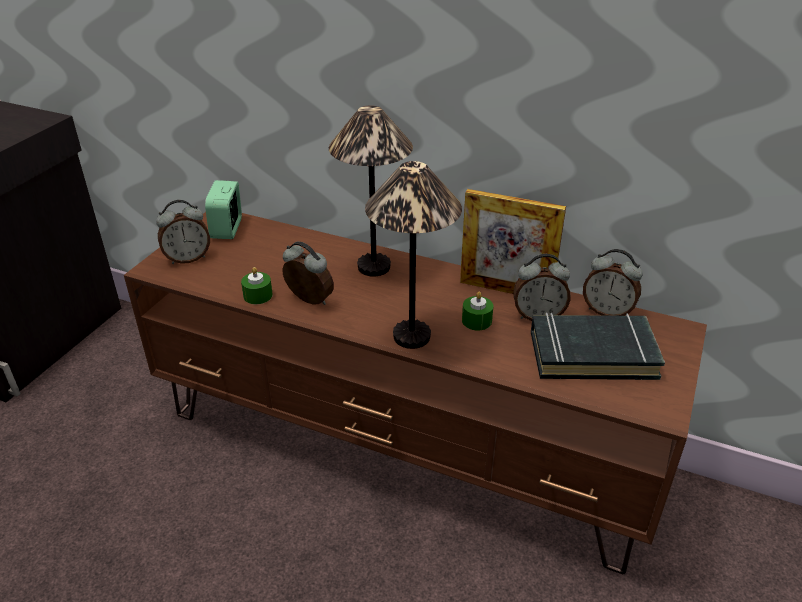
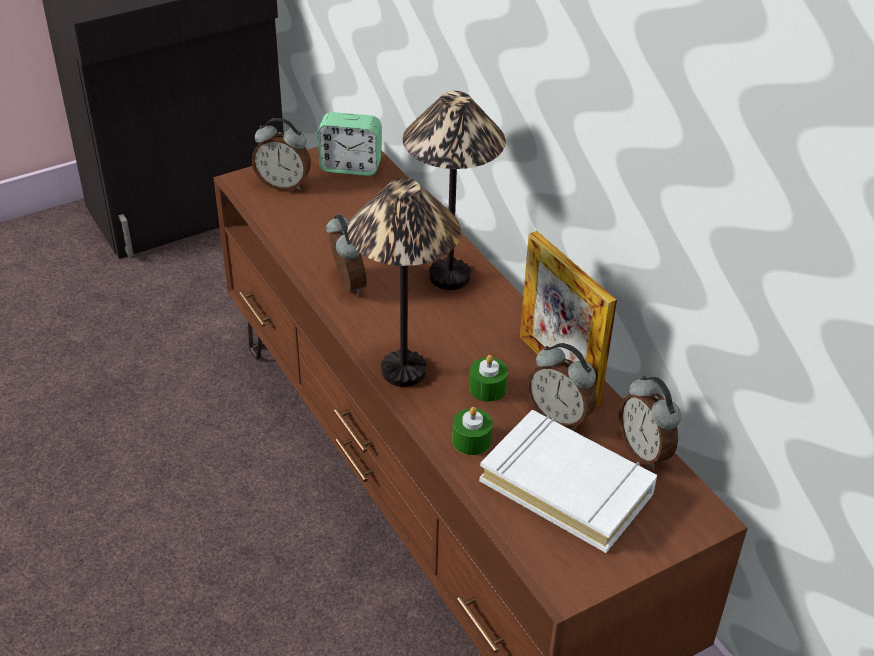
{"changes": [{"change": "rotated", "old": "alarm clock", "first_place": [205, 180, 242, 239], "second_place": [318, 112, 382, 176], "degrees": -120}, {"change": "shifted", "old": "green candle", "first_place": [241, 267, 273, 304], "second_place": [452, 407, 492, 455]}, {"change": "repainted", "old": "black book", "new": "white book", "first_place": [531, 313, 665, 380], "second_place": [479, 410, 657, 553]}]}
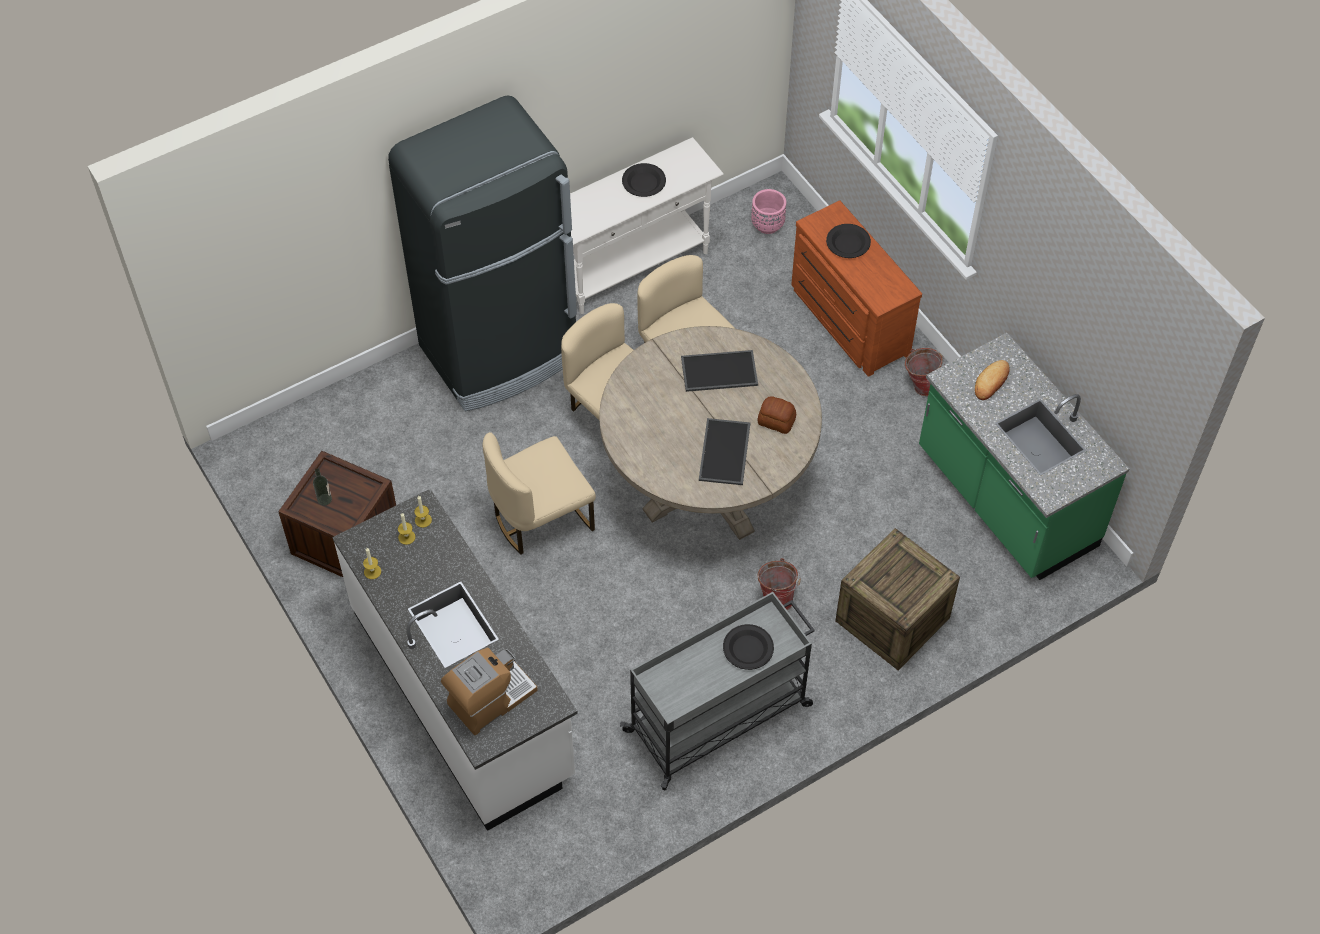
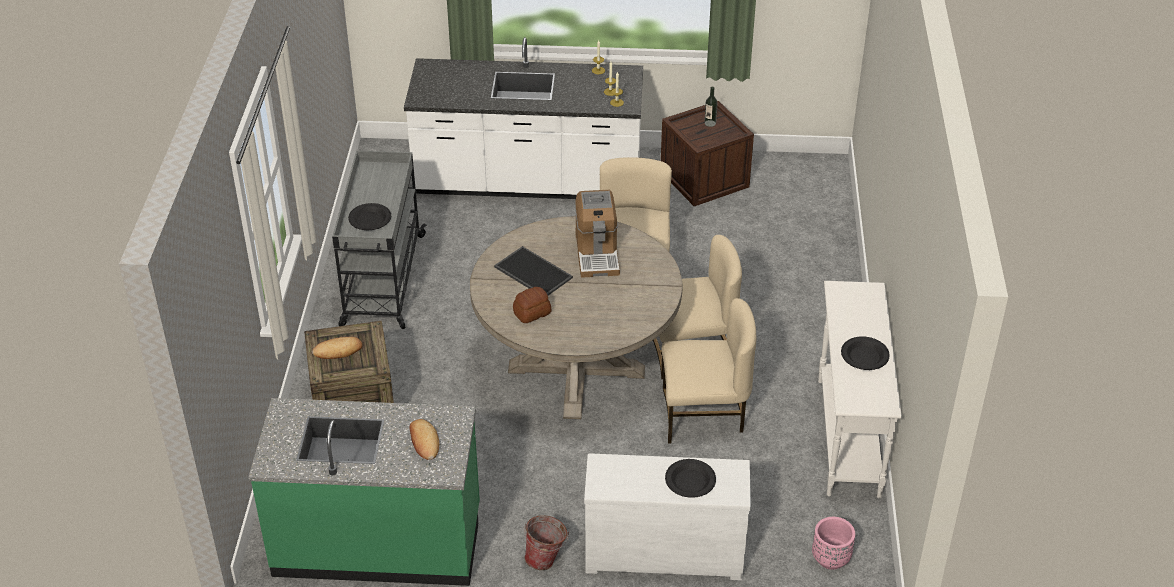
{"changes": [{"change": "gone", "old": "black fridge", "first_place": [388, 95, 577, 411]}, {"change": "shifted", "old": "coffee machine", "first_place": [441, 647, 538, 735], "second_place": [575, 190, 620, 278]}, {"change": "gone", "old": "tray", "first_place": [681, 350, 758, 392]}, {"change": "gone", "old": "bucket", "first_place": [757, 558, 801, 610]}, {"change": "repainted", "old": "brown dresser", "new": "white dresser", "first_place": [791, 200, 922, 377], "second_place": [584, 453, 751, 580]}, {"change": "new", "new": "bread", "second_place": [312, 337, 362, 359]}]}
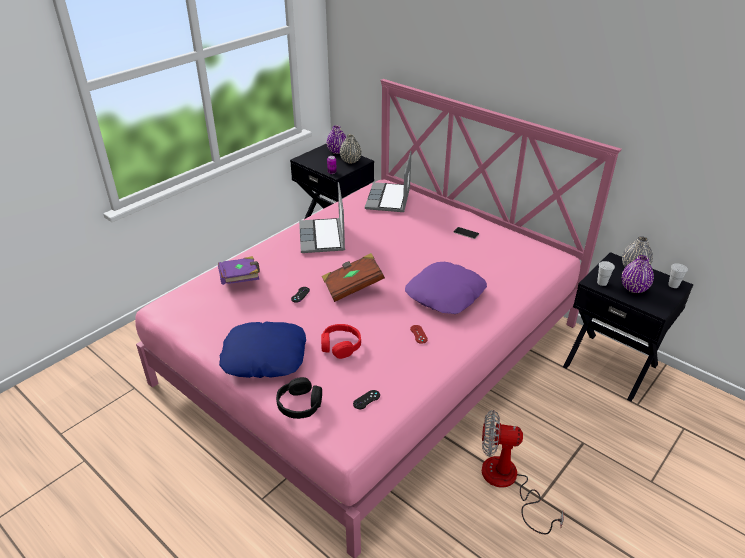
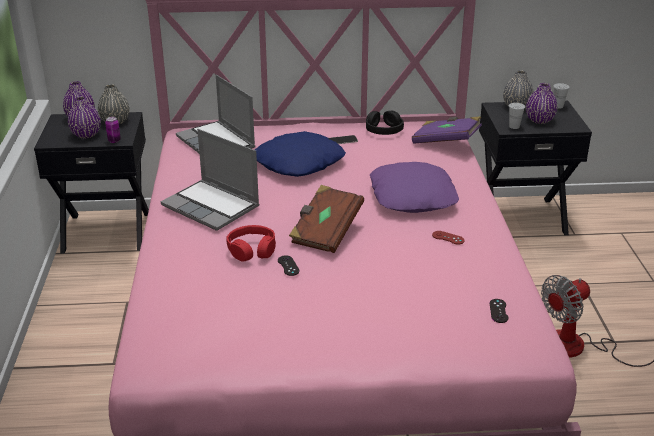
{"changes": [{"change": "shifted", "old": "purple book", "first_place": [218, 256, 260, 285], "second_place": [412, 116, 482, 144]}, {"change": "shifted", "old": "blue pillow", "first_place": [219, 322, 306, 378], "second_place": [255, 131, 346, 177]}, {"change": "shifted", "old": "black headphones", "first_place": [276, 377, 322, 419], "second_place": [366, 111, 404, 135]}, {"change": "shifted", "old": "red headphones", "first_place": [321, 324, 361, 359], "second_place": [226, 225, 276, 262]}, {"change": "new", "new": "purple vase", "second_place": [68, 96, 101, 138]}]}
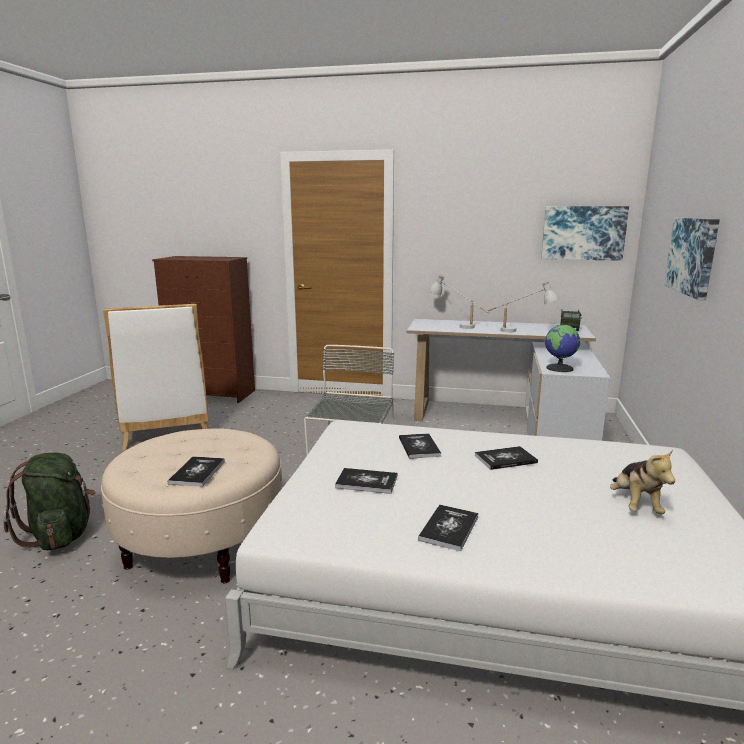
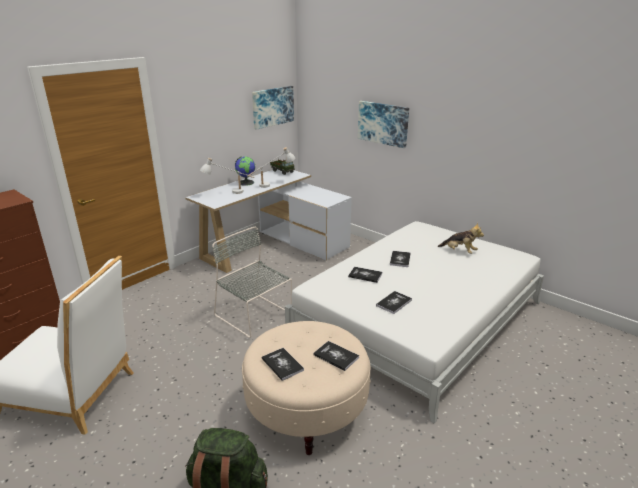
{"changes": [{"change": "shifted", "old": "book", "first_place": [418, 505, 478, 551], "second_place": [262, 348, 304, 381]}, {"change": "shifted", "old": "globe", "first_place": [545, 324, 581, 372], "second_place": [235, 156, 255, 186]}]}
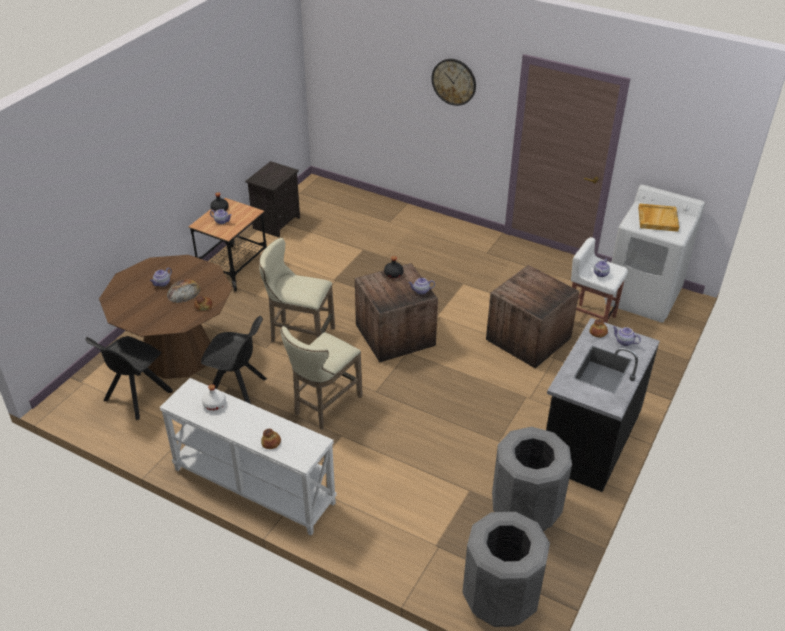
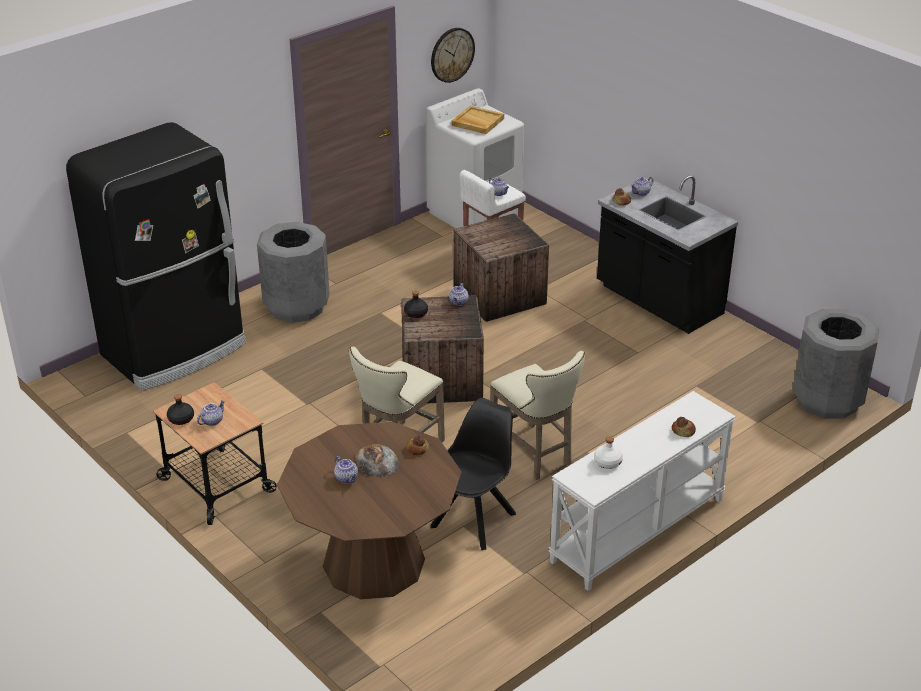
{"changes": [{"change": "gone", "old": "black chair", "first_place": [85, 336, 173, 420]}, {"change": "gone", "old": "black nightstand", "first_place": [245, 161, 300, 237]}, {"change": "shifted", "old": "wall clock", "first_place": [432, 59, 476, 106], "second_place": [431, 28, 475, 83]}, {"change": "shifted", "old": "grey trash can", "first_place": [492, 427, 572, 531], "second_place": [257, 222, 330, 323]}, {"change": "new", "new": "black fridge", "second_place": [66, 122, 246, 391]}]}
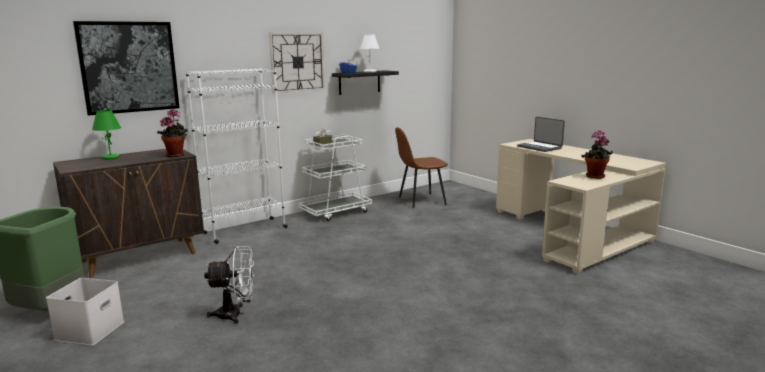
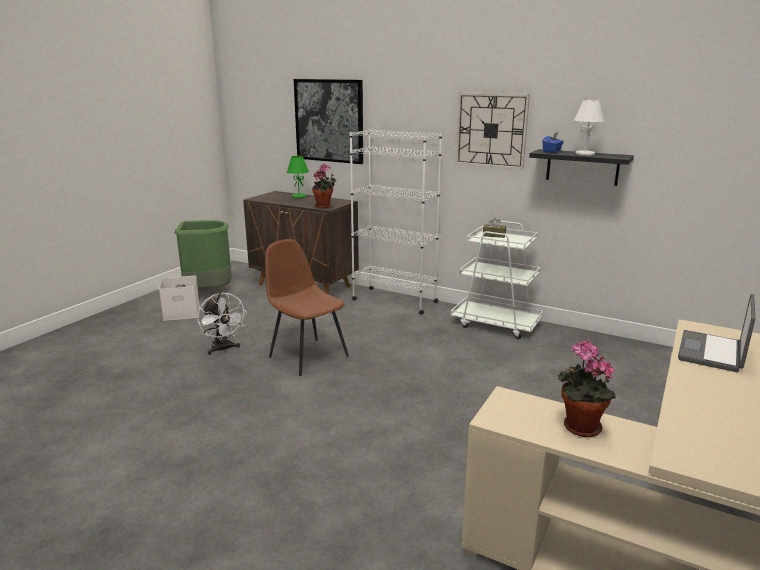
{"changes": [{"change": "shifted", "old": "brown chair", "first_place": [395, 127, 448, 208], "second_place": [265, 239, 349, 376]}]}
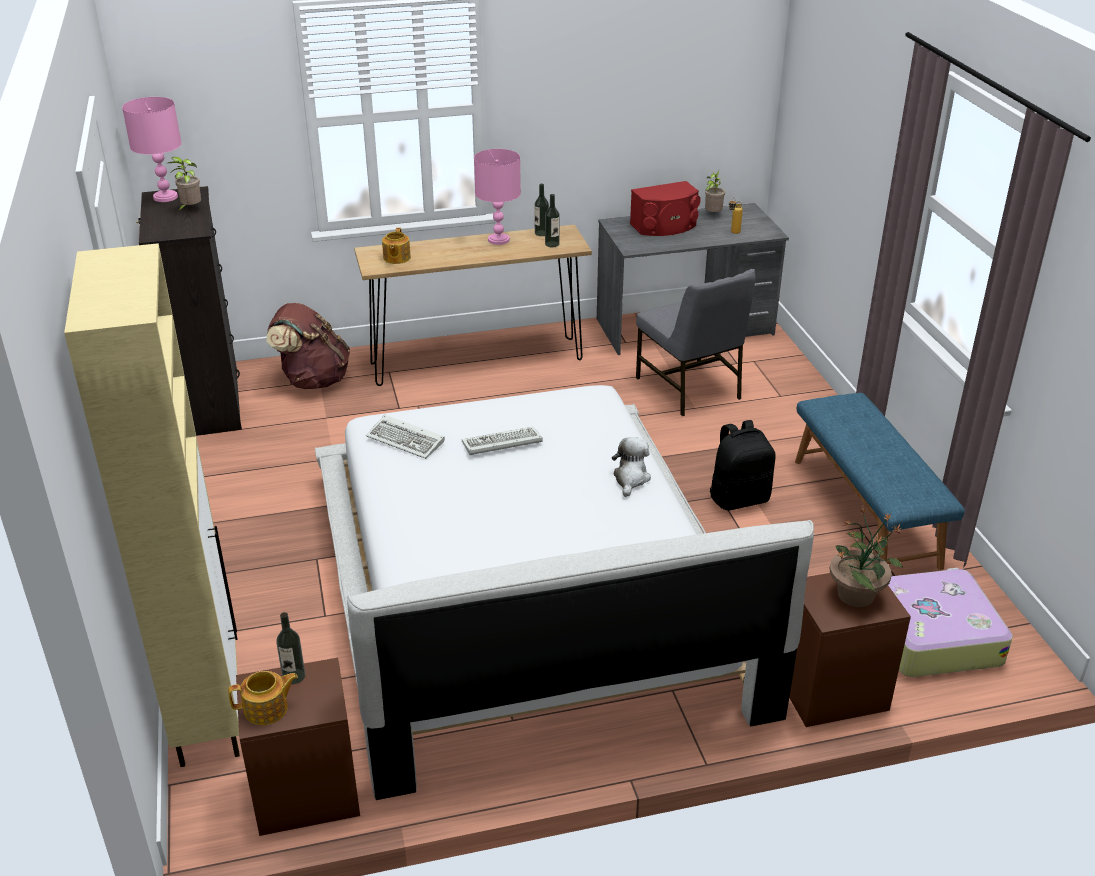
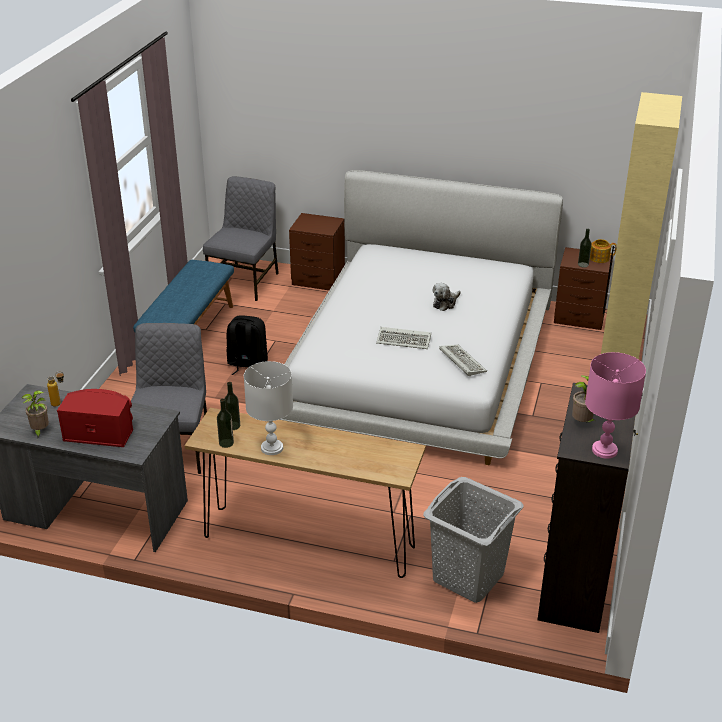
{"changes": [{"change": "swapped", "old": "brown backpack", "new": "grey laundry basket", "first_place": [267, 303, 350, 389], "second_place": [423, 477, 524, 603]}, {"change": "gone", "old": "teapot", "first_place": [382, 228, 411, 264]}, {"change": "repainted", "old": "pink table lamp", "new": "white table lamp", "first_place": [474, 149, 521, 245], "second_place": [244, 361, 293, 455]}, {"change": "shifted", "old": "plush toy", "first_place": [612, 437, 651, 497], "second_place": [432, 283, 461, 311]}, {"change": "gone", "old": "potted plant", "first_place": [830, 508, 903, 607]}, {"change": "swapped", "old": "suitcase", "new": "grey chair", "first_place": [888, 568, 1013, 677], "second_place": [203, 176, 279, 301]}]}
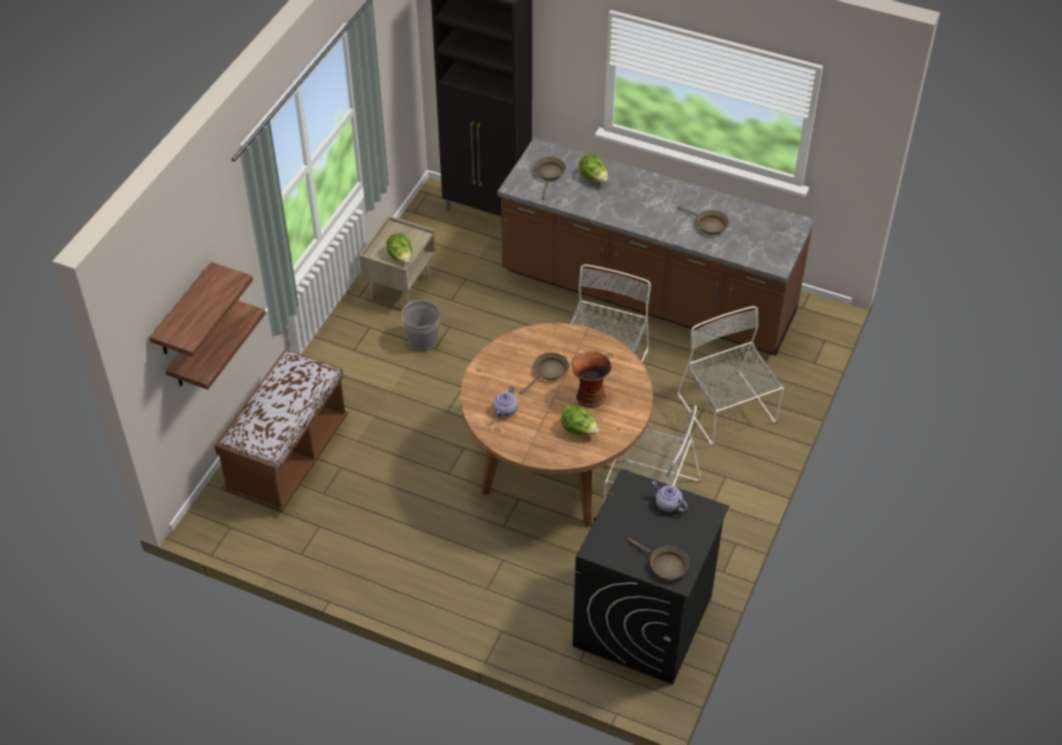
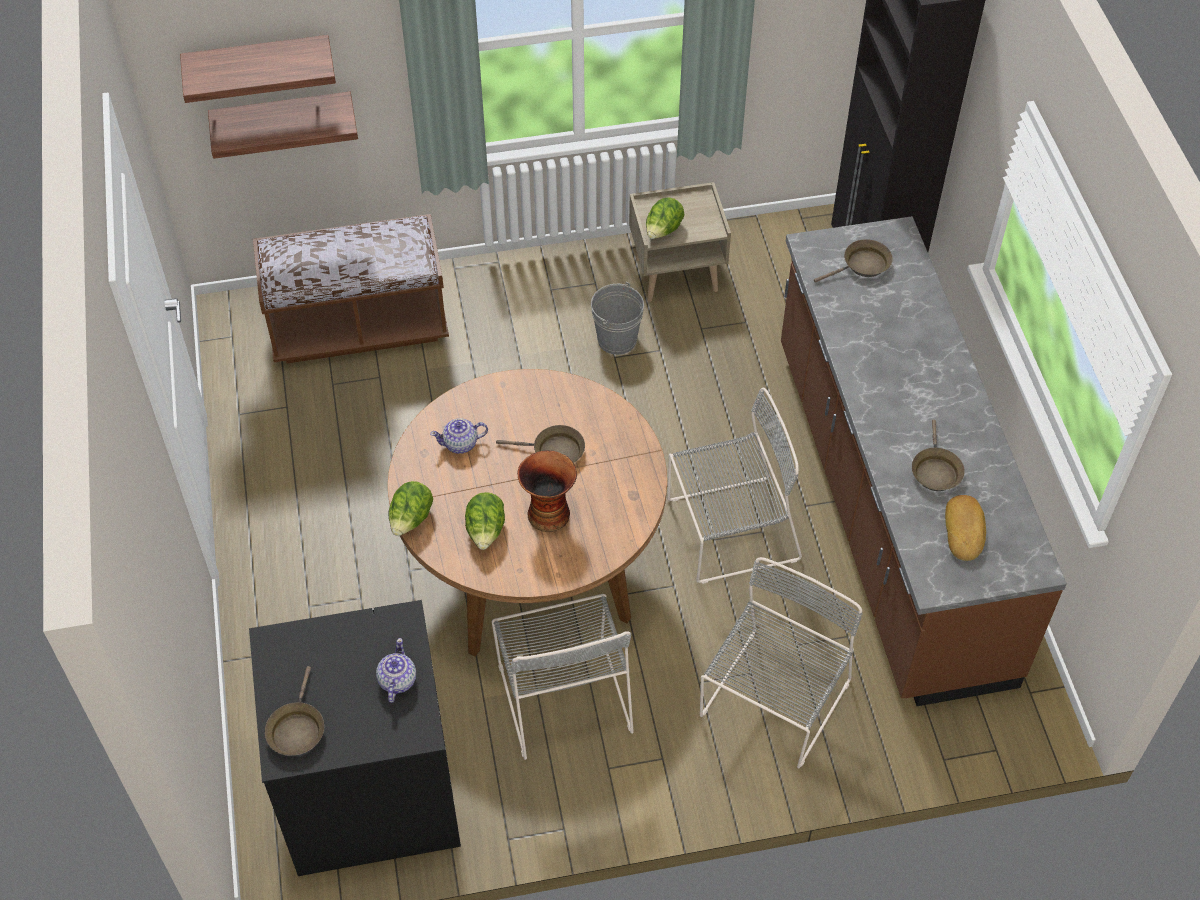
{"changes": [{"change": "shifted", "old": "lettuce", "first_place": [579, 153, 608, 182], "second_place": [388, 481, 433, 536]}, {"change": "new", "new": "bread", "second_place": [945, 495, 986, 561]}]}
